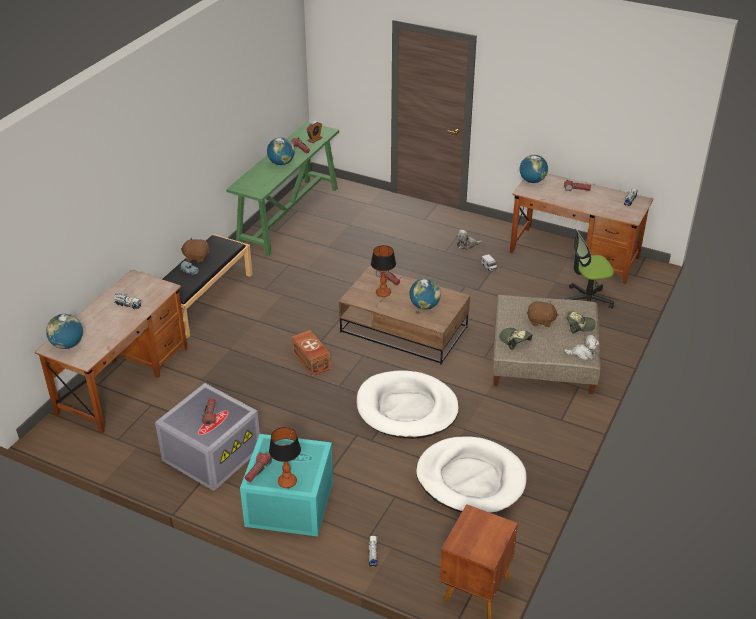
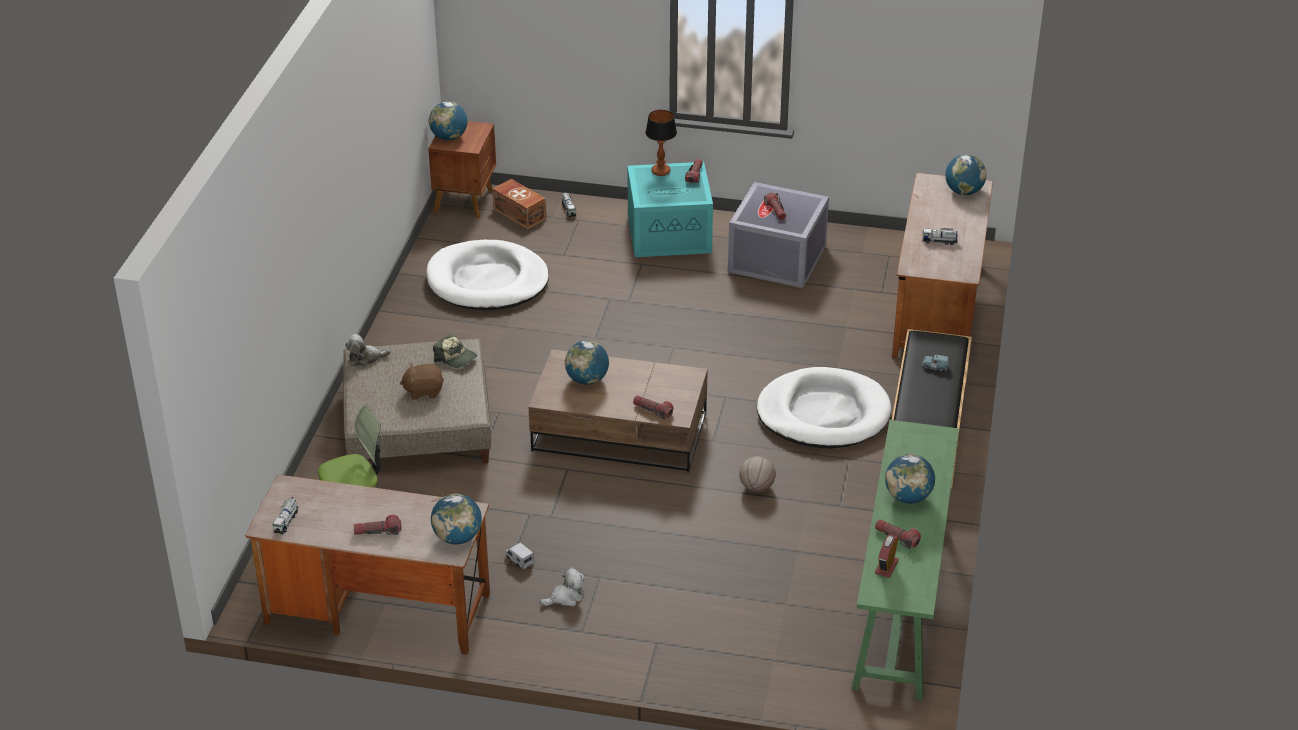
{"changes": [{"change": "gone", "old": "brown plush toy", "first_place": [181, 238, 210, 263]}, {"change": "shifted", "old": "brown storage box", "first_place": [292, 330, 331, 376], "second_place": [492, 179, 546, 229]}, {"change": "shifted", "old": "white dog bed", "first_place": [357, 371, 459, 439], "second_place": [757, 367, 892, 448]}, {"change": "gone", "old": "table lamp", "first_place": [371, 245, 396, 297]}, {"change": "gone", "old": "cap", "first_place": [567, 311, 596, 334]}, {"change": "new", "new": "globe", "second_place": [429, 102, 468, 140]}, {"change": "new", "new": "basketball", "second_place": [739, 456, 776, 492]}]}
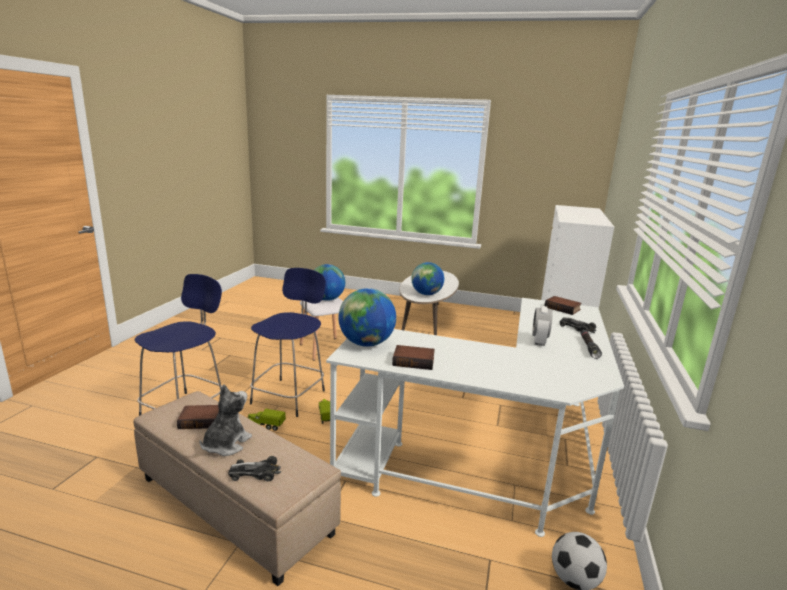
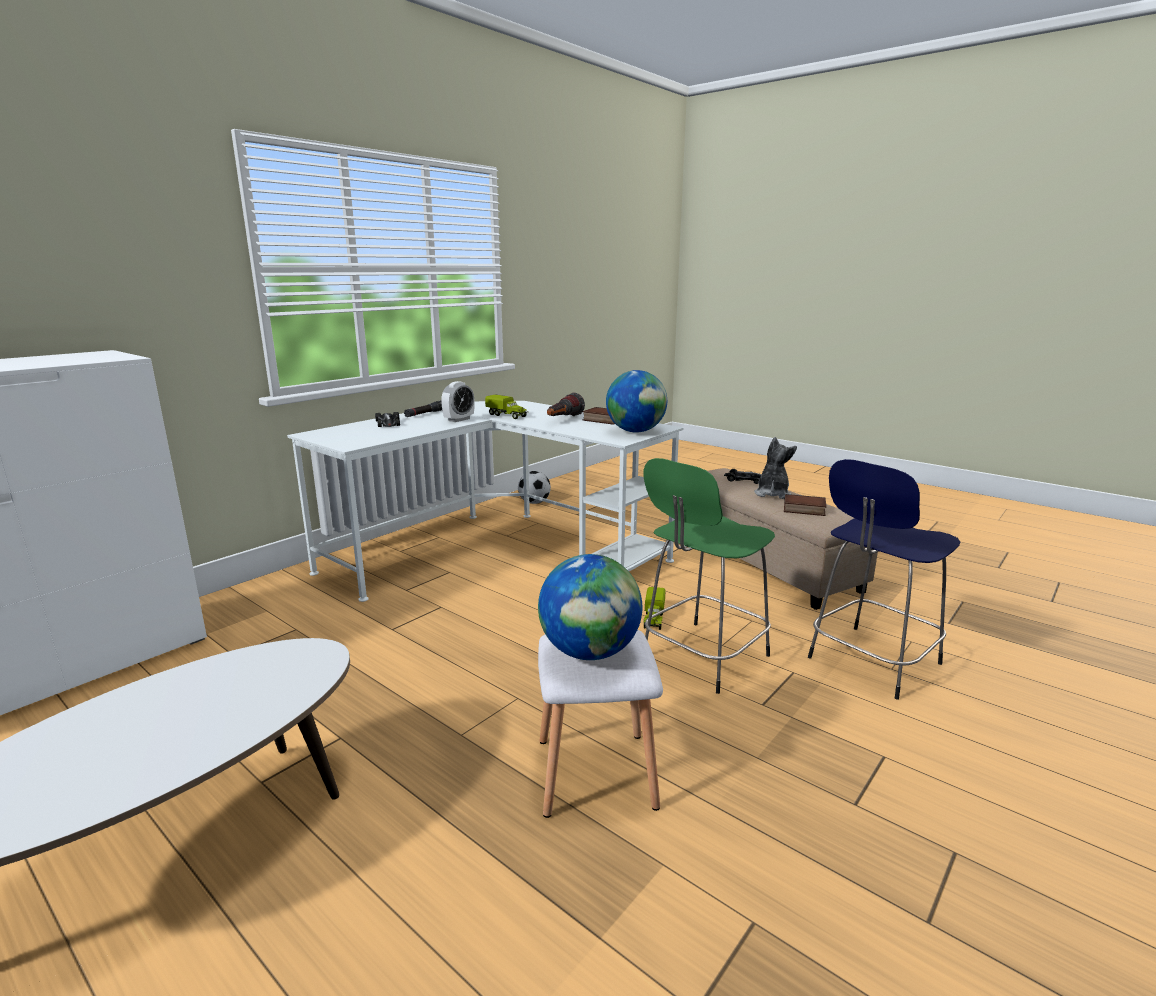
{"changes": [{"change": "rotated", "old": "plush toy", "first_place": [199, 384, 252, 456], "second_place": [754, 437, 797, 499], "degrees": 150}, {"change": "shifted", "old": "toy truck", "first_place": [247, 409, 286, 431], "second_place": [485, 395, 528, 419]}, {"change": "repainted", "old": "blue stool", "new": "green stool", "first_place": [250, 268, 326, 417], "second_place": [643, 458, 775, 694]}, {"change": "gone", "old": "globe", "first_place": [412, 262, 444, 295]}, {"change": "gone", "old": "book", "first_place": [545, 296, 582, 315]}, {"change": "new", "new": "flashlight", "second_place": [547, 393, 585, 416]}]}
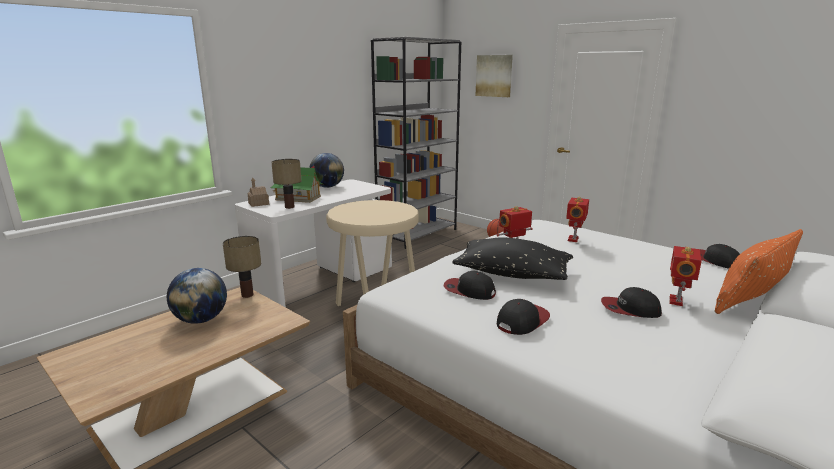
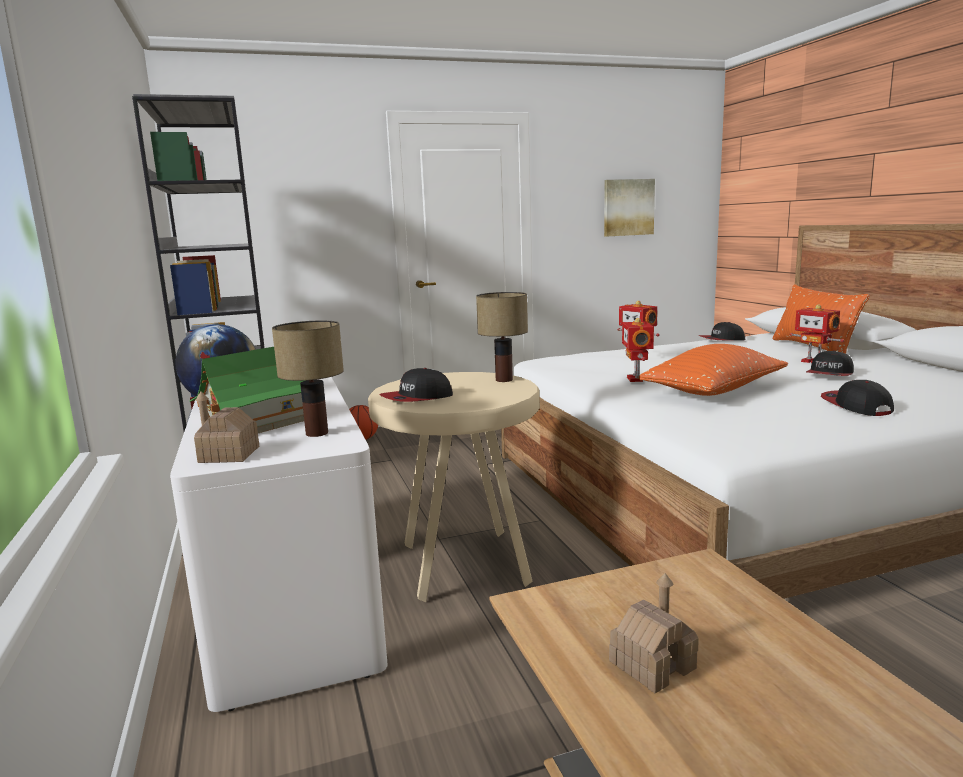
{"changes": [{"change": "swapped", "old": "globe", "new": "toy house", "first_place": [167, 268, 227, 324], "second_place": [609, 573, 699, 694]}, {"change": "shifted", "old": "table lamp", "first_place": [223, 236, 261, 298], "second_place": [476, 292, 528, 382]}, {"change": "shifted", "old": "cap", "first_place": [444, 271, 496, 300], "second_place": [379, 368, 453, 402]}, {"change": "repainted", "old": "black pillow", "new": "orange pillow", "first_place": [452, 237, 573, 280], "second_place": [639, 344, 788, 396]}, {"change": "shifted", "old": "picture", "first_place": [476, 55, 513, 97], "second_place": [604, 179, 655, 237]}]}
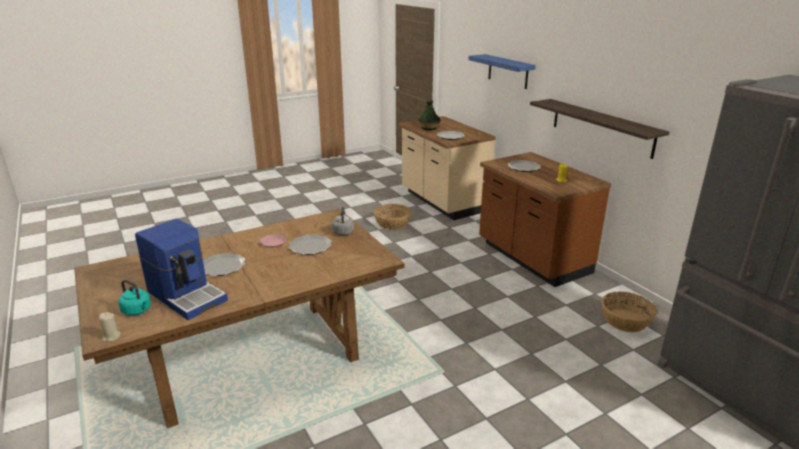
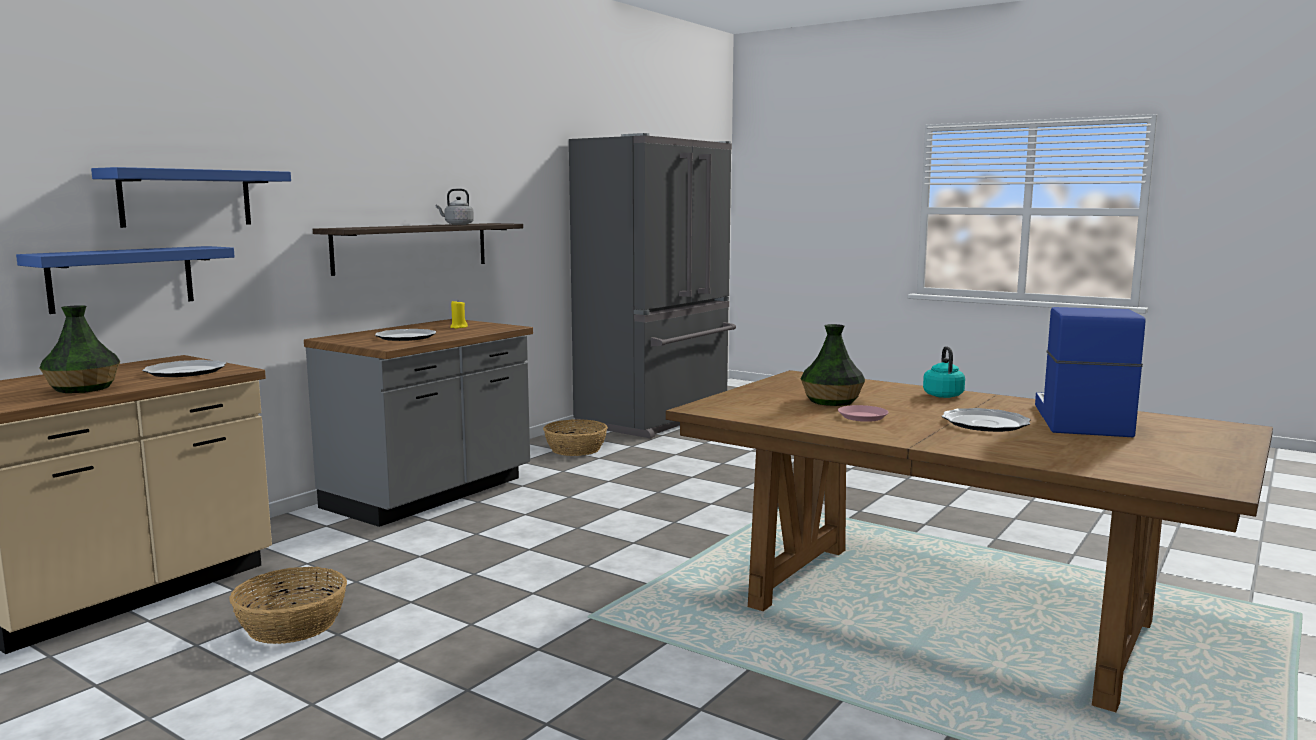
{"changes": [{"change": "gone", "old": "beige candle", "first_place": [99, 312, 121, 342]}, {"change": "shifted", "old": "turquoise kettle", "first_place": [118, 280, 151, 316], "second_place": [923, 346, 965, 398]}, {"change": "swapped", "old": "plate", "new": "vase", "first_place": [289, 234, 332, 255], "second_place": [801, 324, 865, 406]}, {"change": "shifted", "old": "grey kettle", "first_place": [331, 206, 354, 235], "second_place": [436, 189, 474, 225]}, {"change": "repainted", "old": "brown counter", "new": "grey counter", "first_place": [479, 152, 611, 287], "second_place": [304, 319, 533, 527]}, {"change": "new", "new": "blue shelf", "second_place": [16, 246, 235, 314]}]}
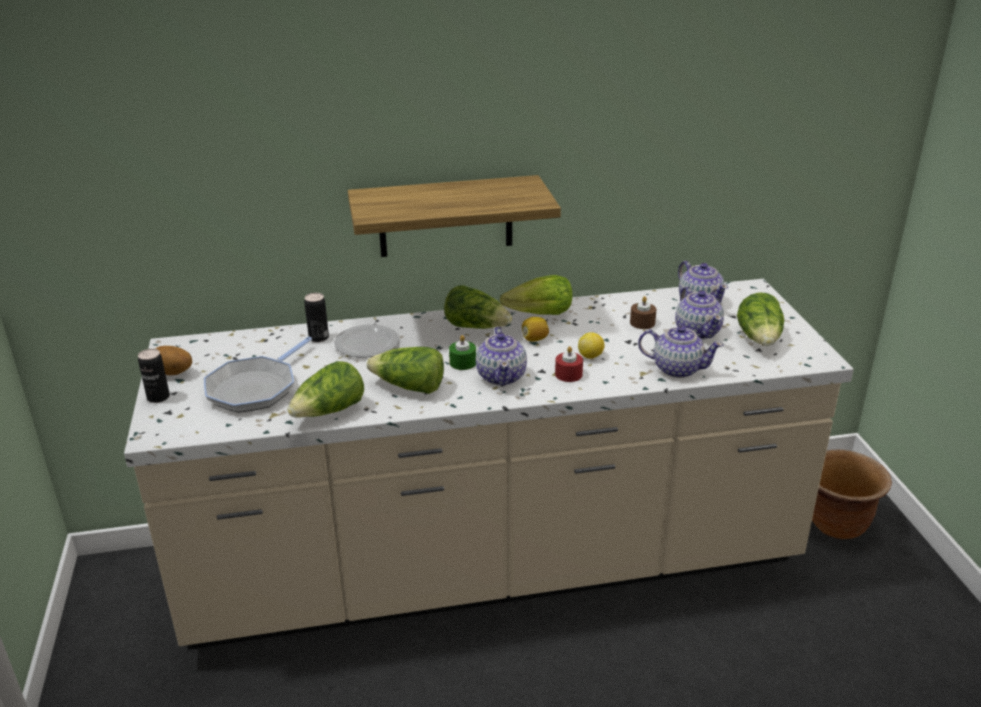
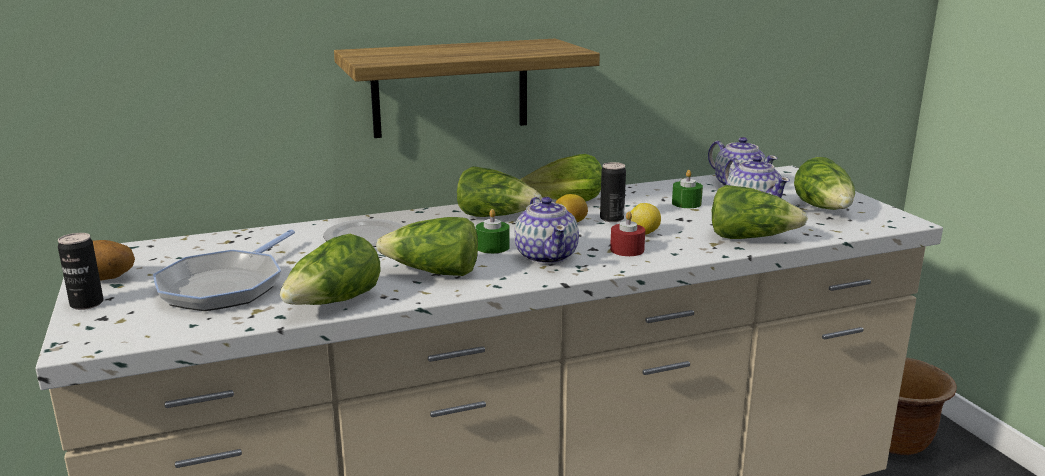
{"changes": [{"change": "shifted", "old": "can", "first_place": [304, 293, 329, 342], "second_place": [600, 162, 626, 222]}, {"change": "repainted", "old": "brown candle", "new": "green candle", "first_place": [630, 296, 657, 329], "second_place": [672, 170, 703, 208]}, {"change": "swapped", "old": "teapot", "new": "lettuce", "first_place": [638, 326, 724, 378], "second_place": [712, 185, 808, 239]}]}
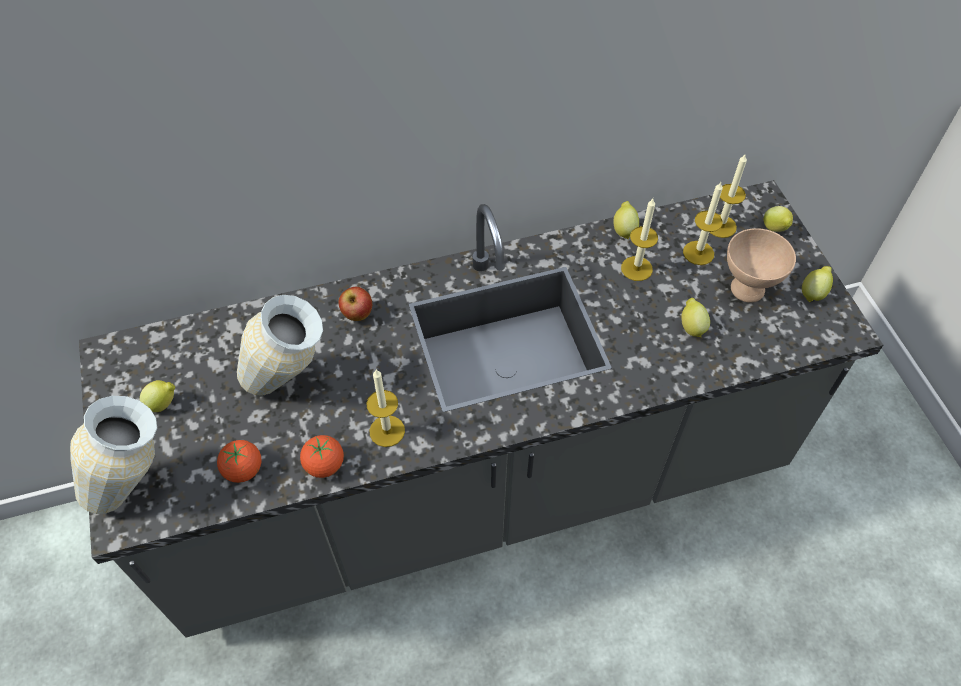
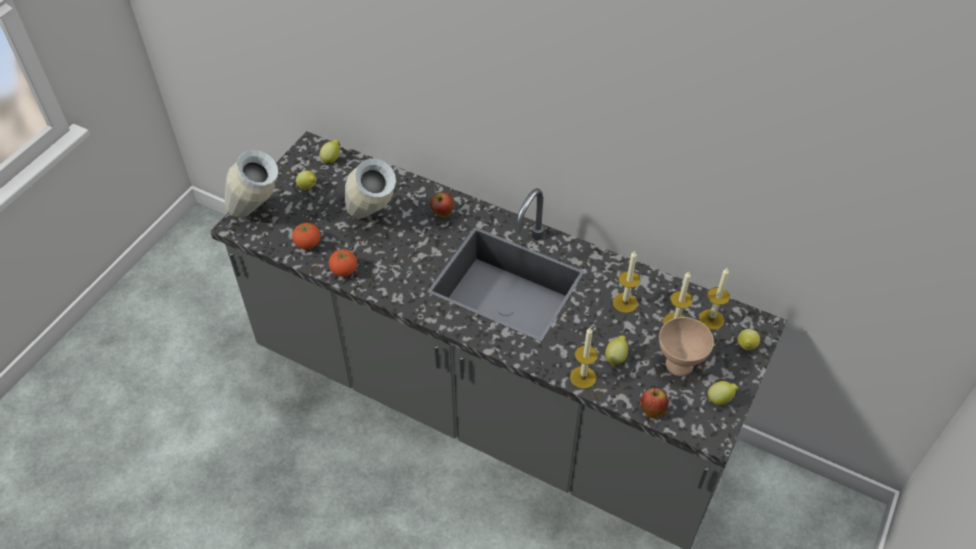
{"changes": [{"change": "shifted", "old": "candle", "first_place": [366, 370, 405, 447], "second_place": [570, 328, 598, 389]}, {"change": "shifted", "old": "lemon", "first_place": [613, 201, 639, 240], "second_place": [320, 140, 340, 164]}, {"change": "new", "new": "apple", "second_place": [640, 386, 669, 419]}]}
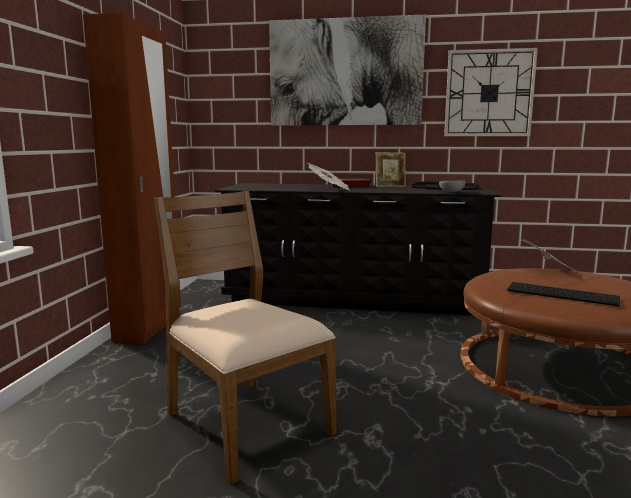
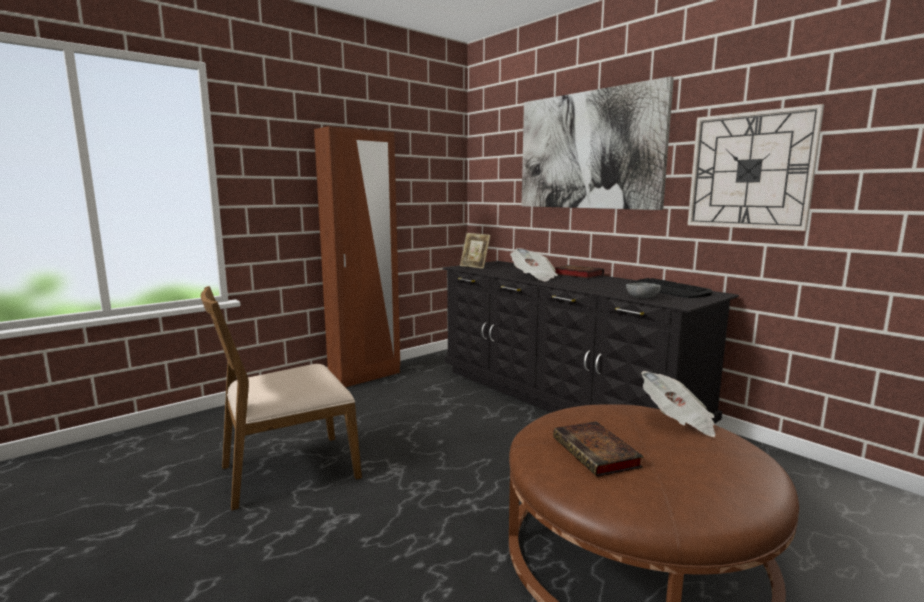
{"changes": [{"change": "rotated", "old": "brown chair", "first_place": [154, 190, 337, 485], "second_place": [201, 286, 362, 511], "degrees": -120}, {"change": "shifted", "old": "picture frame", "first_place": [376, 152, 406, 187], "second_place": [460, 233, 490, 269]}, {"change": "swapped", "old": "keyboard", "new": "book", "first_place": [507, 282, 620, 306], "second_place": [553, 421, 644, 477]}]}
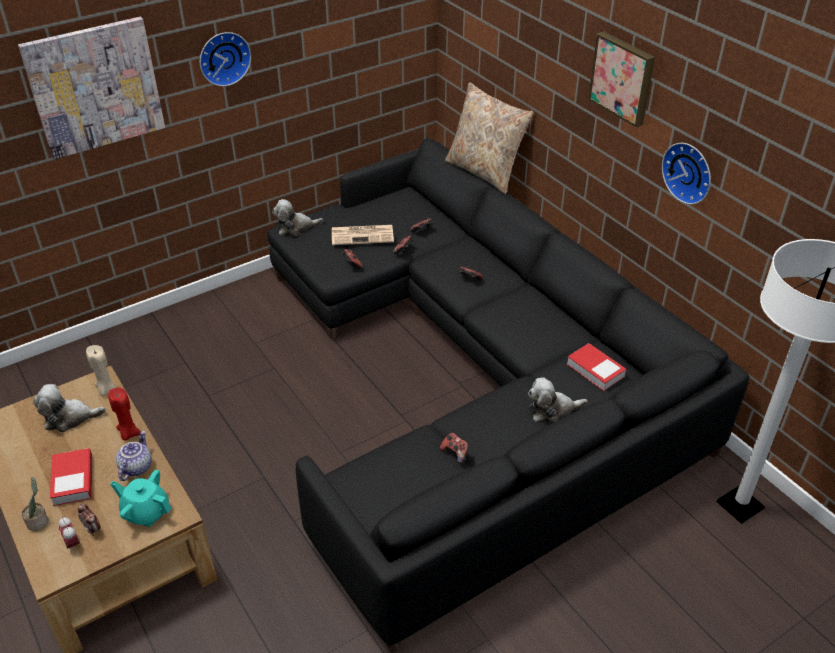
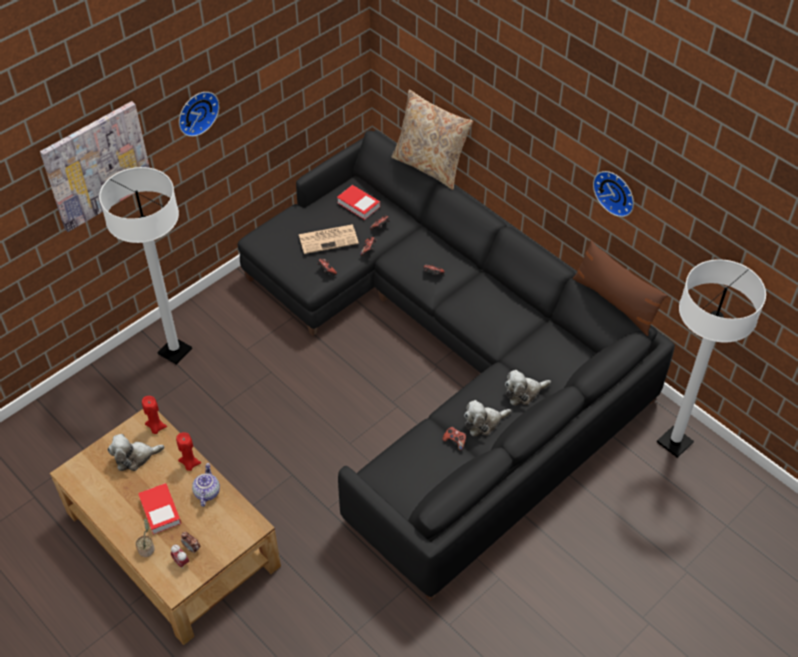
{"changes": [{"change": "repainted", "old": "beige candle", "new": "red candle", "first_place": [86, 345, 117, 397], "second_place": [142, 396, 167, 434]}, {"change": "gone", "old": "turquoise teapot", "first_place": [110, 470, 172, 527]}, {"change": "shifted", "old": "plush toy", "first_place": [272, 199, 323, 236], "second_place": [464, 400, 511, 436]}, {"change": "shifted", "old": "book", "first_place": [567, 343, 627, 391], "second_place": [337, 185, 380, 220]}, {"change": "gone", "old": "picture", "first_place": [588, 31, 655, 128]}, {"change": "new", "new": "white floor lamp", "second_place": [99, 167, 192, 365]}, {"change": "new", "new": "brown pillow", "second_place": [572, 240, 668, 336]}]}
